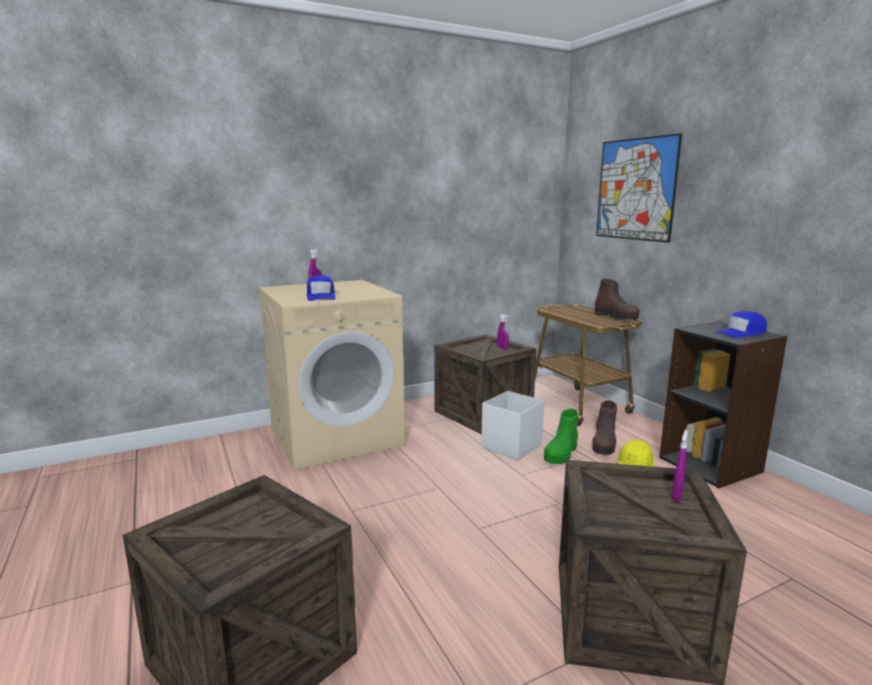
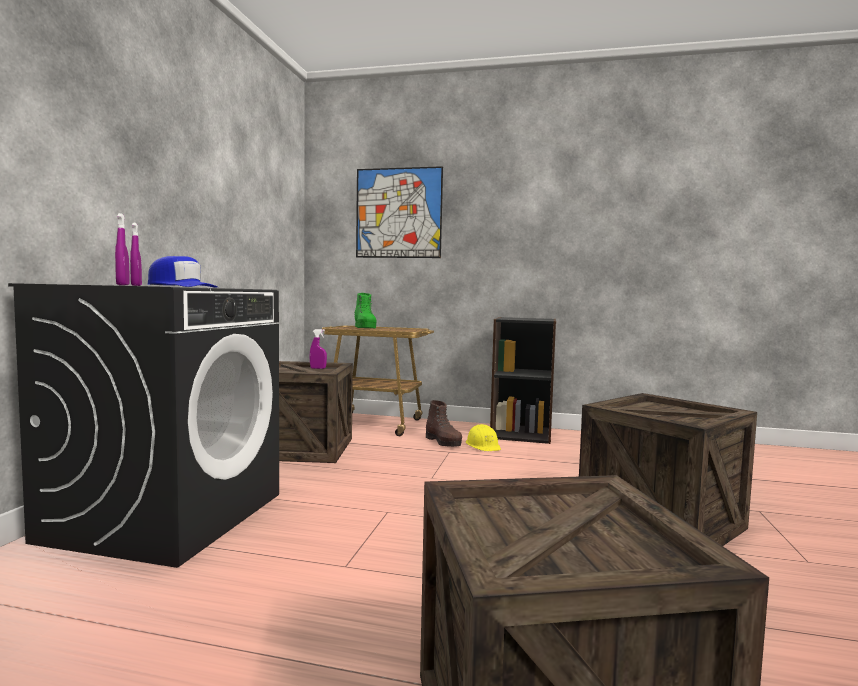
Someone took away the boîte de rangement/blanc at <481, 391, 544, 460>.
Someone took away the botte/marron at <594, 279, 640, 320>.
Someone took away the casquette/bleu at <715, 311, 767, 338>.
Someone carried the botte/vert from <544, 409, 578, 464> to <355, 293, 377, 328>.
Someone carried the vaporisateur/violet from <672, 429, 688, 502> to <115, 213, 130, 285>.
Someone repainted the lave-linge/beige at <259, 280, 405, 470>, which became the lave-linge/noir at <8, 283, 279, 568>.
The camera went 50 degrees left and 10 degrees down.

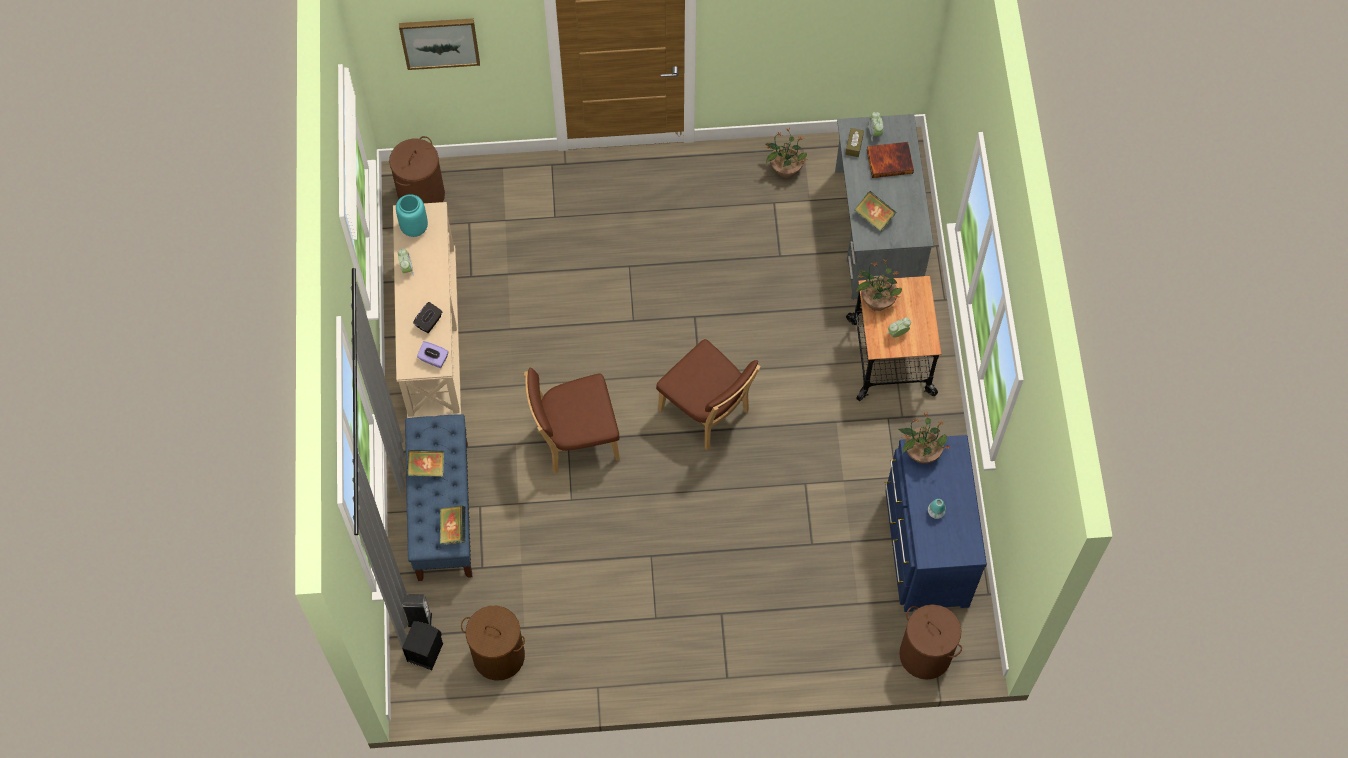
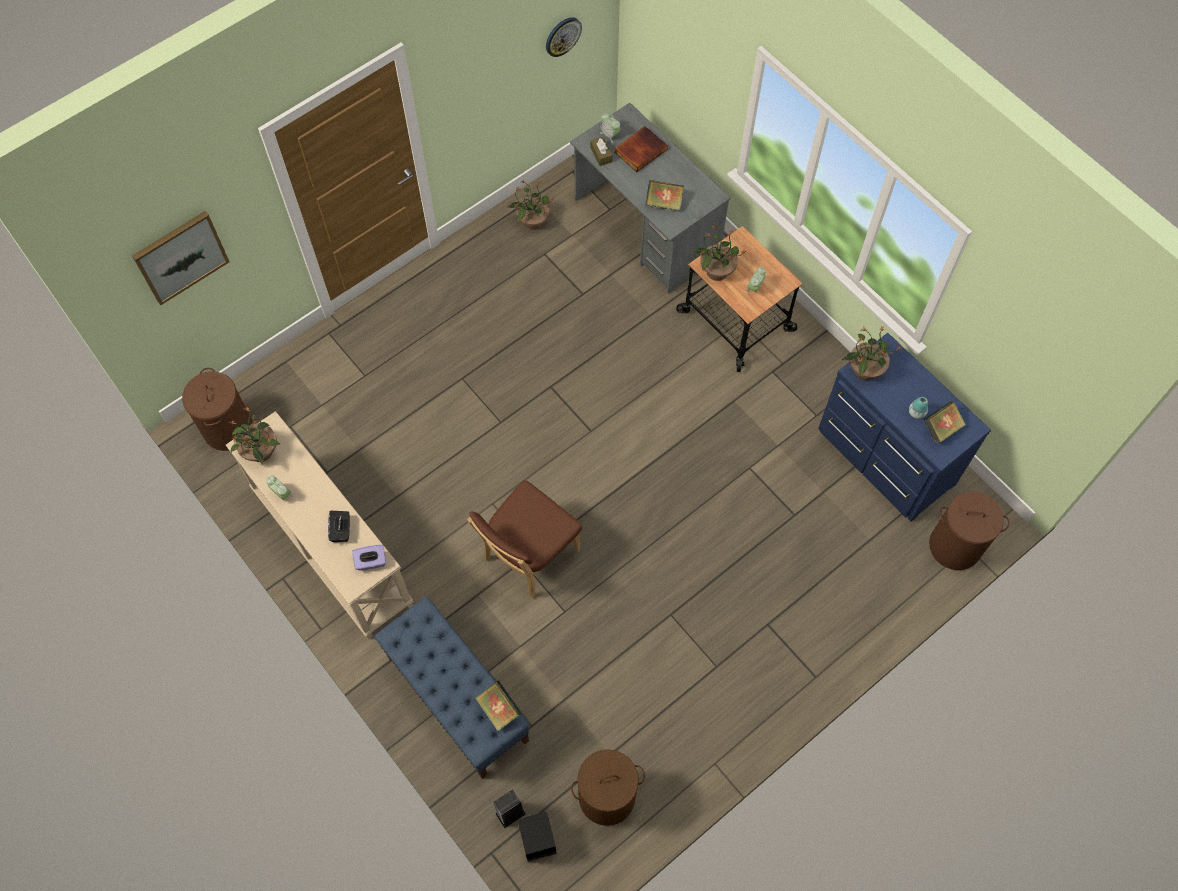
Someone took away the chaise/marron at <656, 339, 761, 451>.
Someone put up the horloge murale at <546, 17, 582, 57>.
Someone carried the livre from <407, 450, 444, 477> to <923, 401, 966, 444>.
Someone swapped the vase/turquoise at <396, 194, 428, 237> for the plante en pot at <229, 406, 280, 465>.
The camera went 35 degrees left and 0 degrees up.

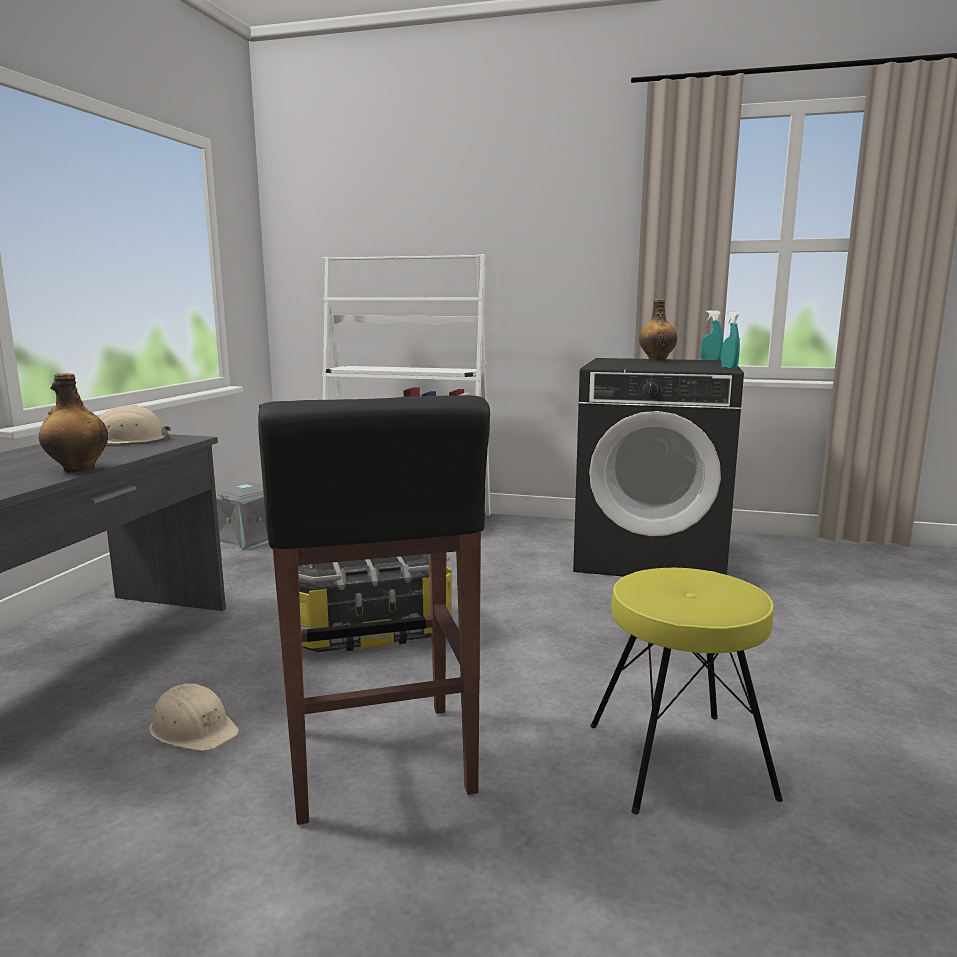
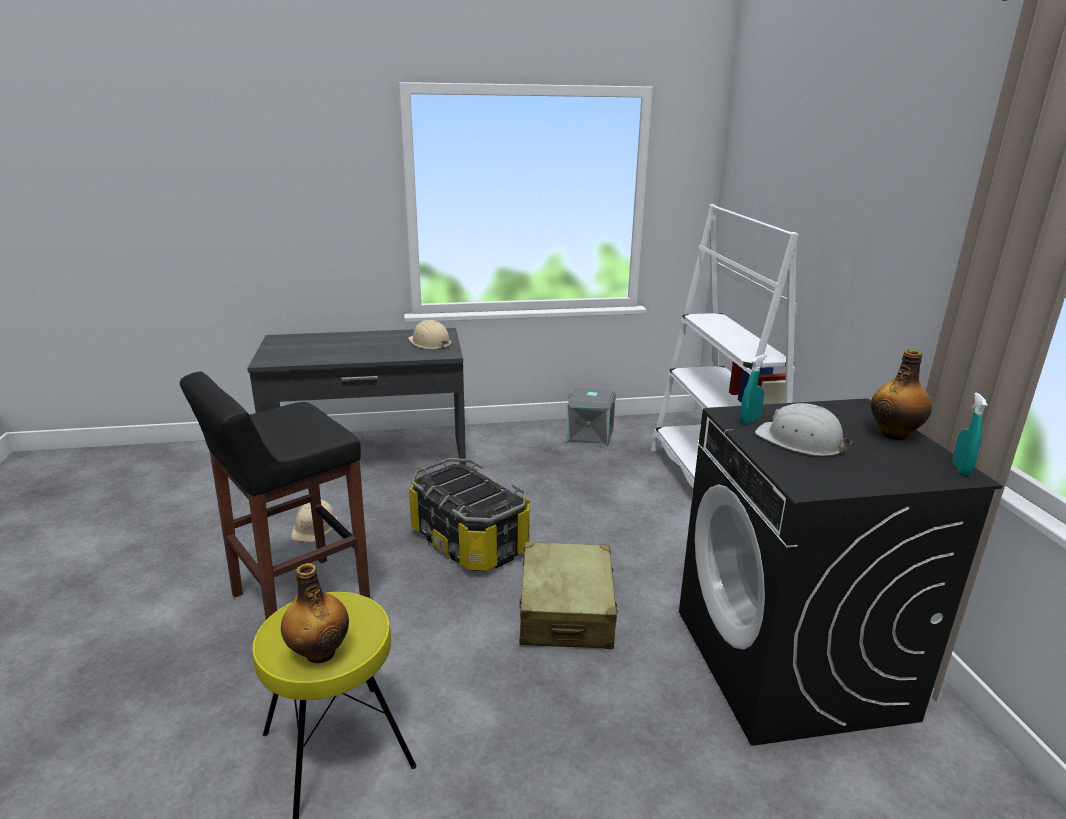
Someone put down the valise/beige at <519, 542, 618, 649>.
Someone put down the casque de chantier/blanc at <755, 403, 853, 456>.
Someone carried the bouteille from <39, 373, 108, 472> to <281, 563, 349, 663>.
Someone carried the vaporisateur/turquoise from <721, 311, 740, 369> to <740, 354, 767, 424>.
The camera went 65 degrees right and 10 degrees up.

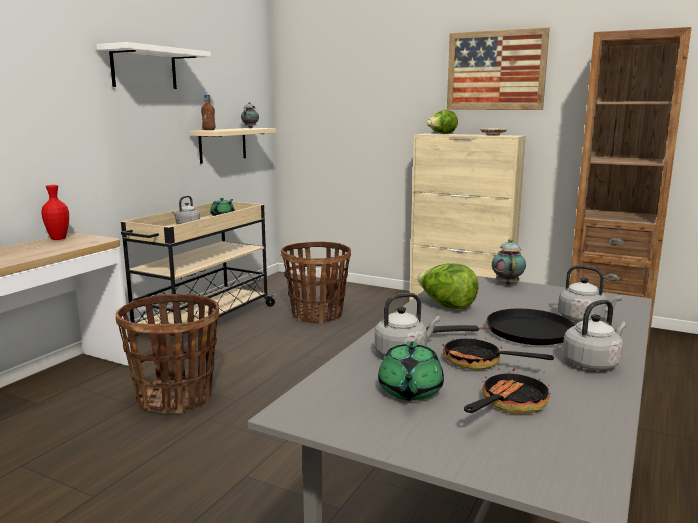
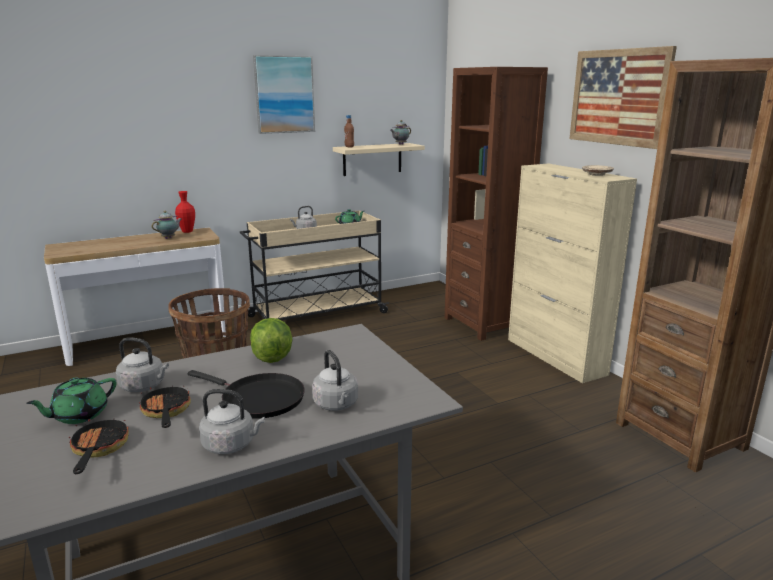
Someone took away the panier at <281, 242, 351, 324>.
Someone took away the laitue at <427, 110, 458, 134>.
Someone put down the bibliothèque/marron at <444, 67, 548, 341>.
Someone carried the théière from <492, 239, 526, 285> to <152, 211, 182, 239>.
Someone swapped the étagère/blanc at <96, 42, 211, 89> for the tableau at <253, 55, 315, 134>.
Someone rotated the poêle at <464, 368, 550, 414> by 90 degrees counterclockwise.
The camera went 35 degrees right and 5 degrees up.

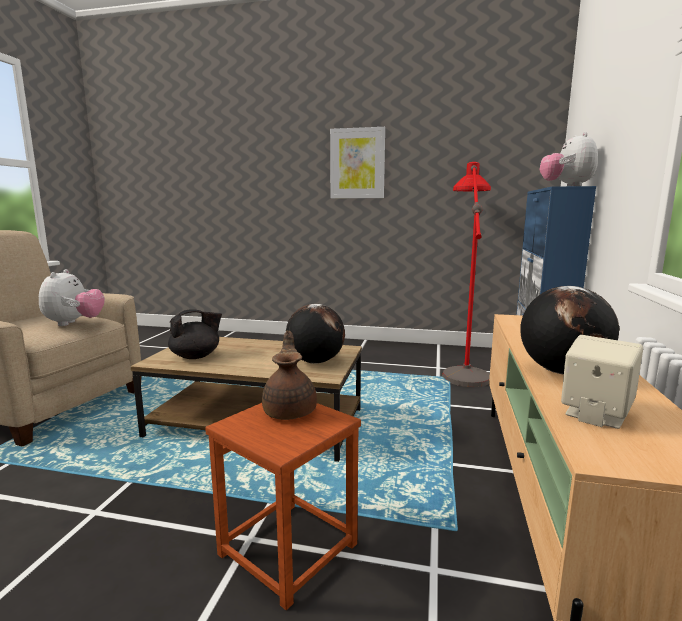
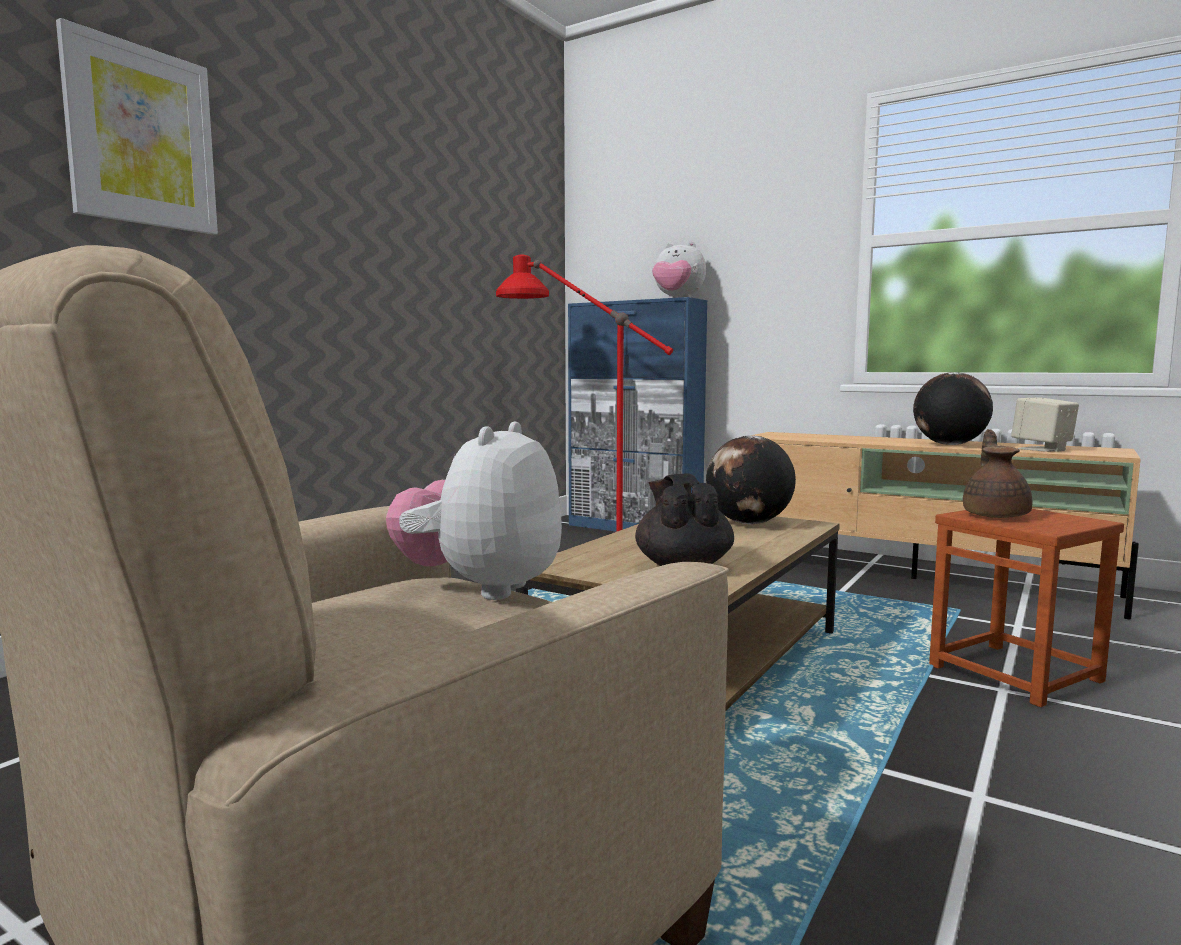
Someone carried the tableau from <330, 127, 385, 198> to <56, 18, 218, 235>.
Someone rotated the peluche at <39, 269, 105, 326> by 90 degrees counterclockwise.
Someone rotated the théière/marron at <262, 331, 317, 420> by 90 degrees clockwise.
The camera went 70 degrees left and 5 degrees down.

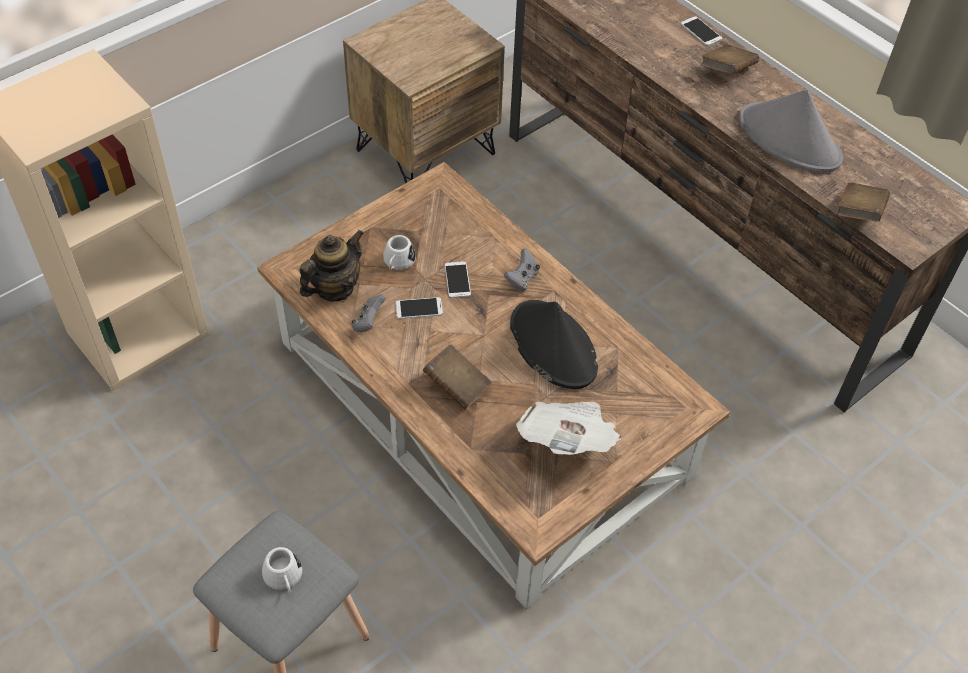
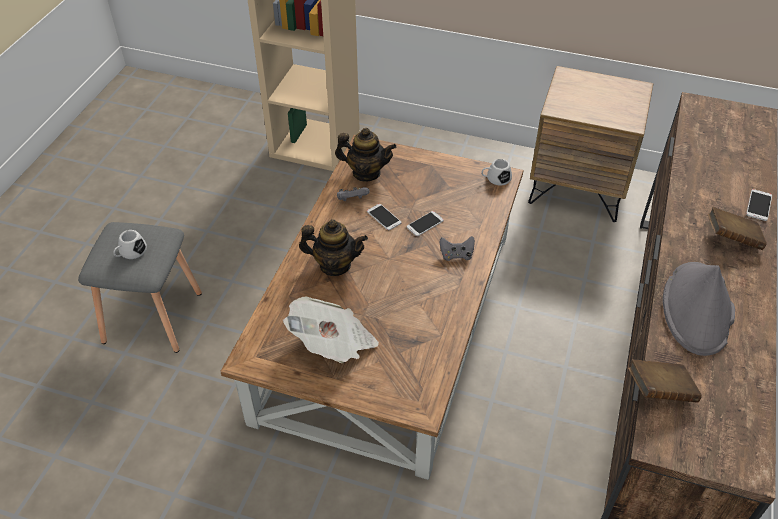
Someone took away the chapeau/noir at <510, 300, 598, 389>.
Someone carried the mug/blanc from <383, 235, 416, 270> to <481, 159, 512, 185>.
Someone swapped the livre/marron at <423, 344, 492, 409> for the théière at <299, 219, 368, 276>.
The camera went 60 degrees right and 5 degrees down.

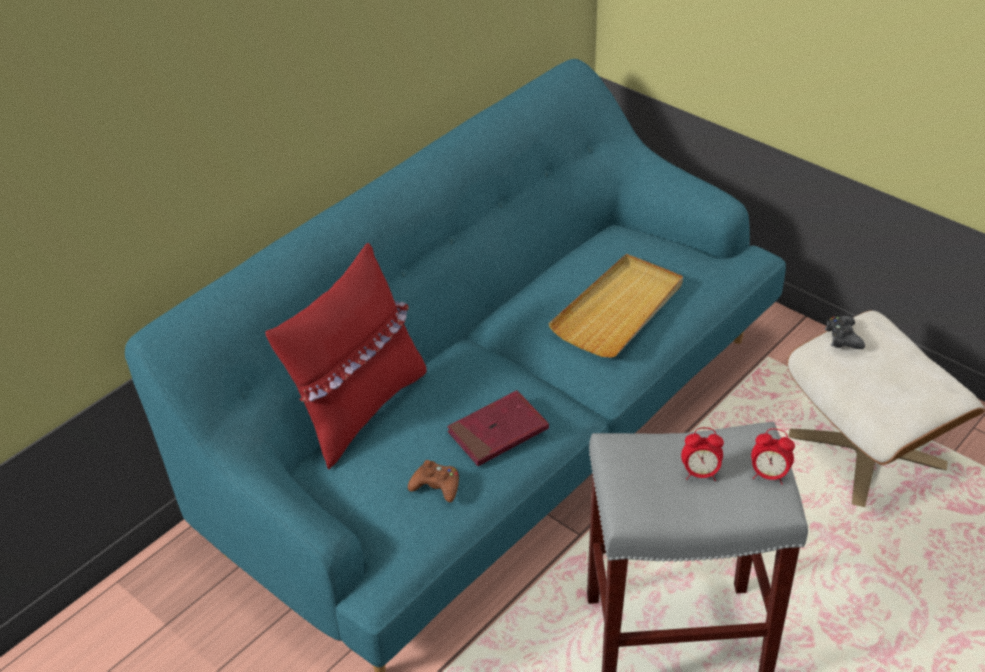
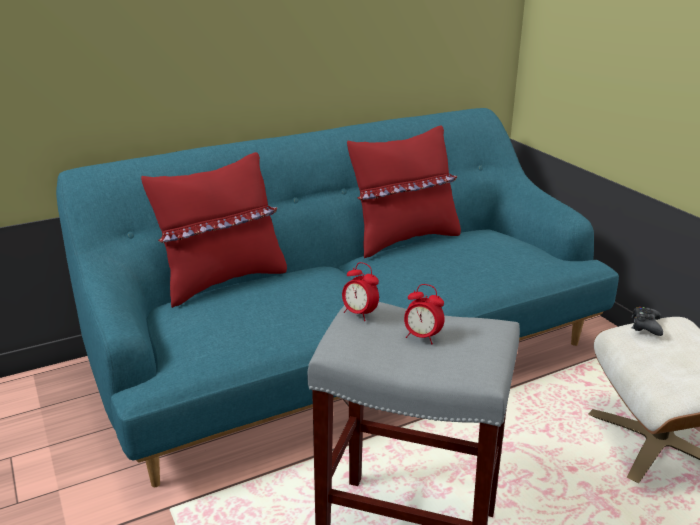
Someone took away the manette/marron at <408, 460, 459, 502>.
Someone took away the livre/rouge at <447, 390, 549, 466>.
Someone took away the plateau/beige at <548, 254, 683, 358>.
Someone put down the coussin/rouge at <347, 126, 461, 258>.
Someone carried the réveil from <751, 428, 795, 485> to <342, 262, 379, 321>.
The camera went 20 degrees right and 15 degrees down.

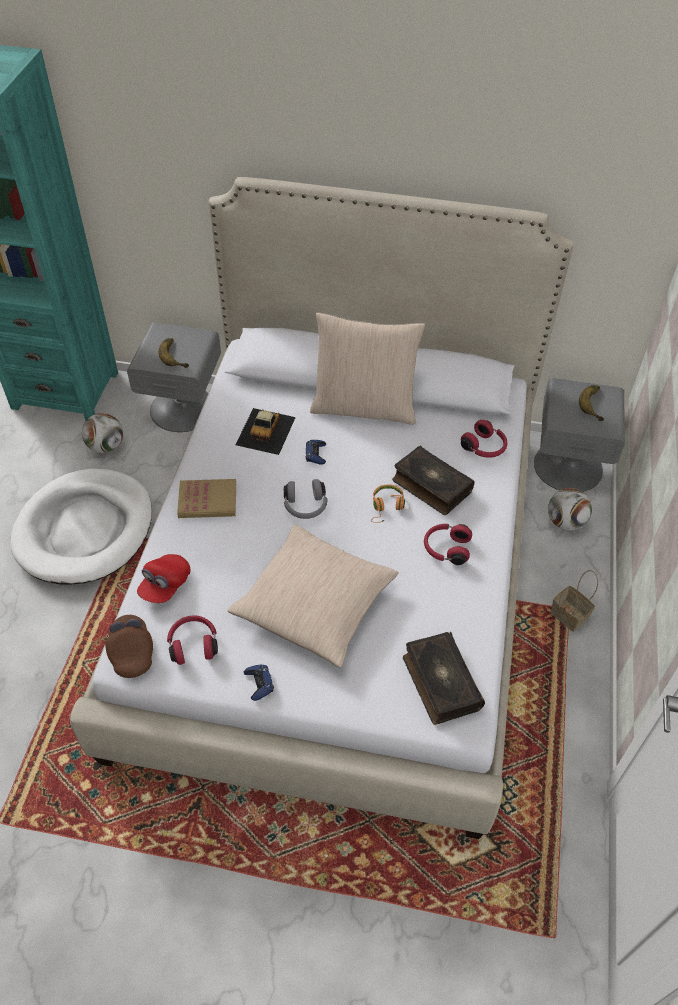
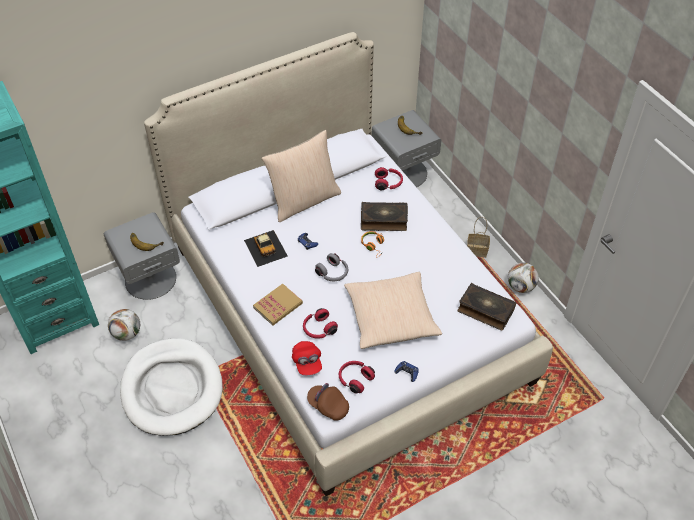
Someone carried the casque audio/rouge from <424, 524, 472, 565> to <303, 308, 338, 339>.
Someone carried the ballon de foot from <548, 488, 592, 531> to <508, 263, 539, 293>.
The camera went 40 degrees left and 0 degrees up.

